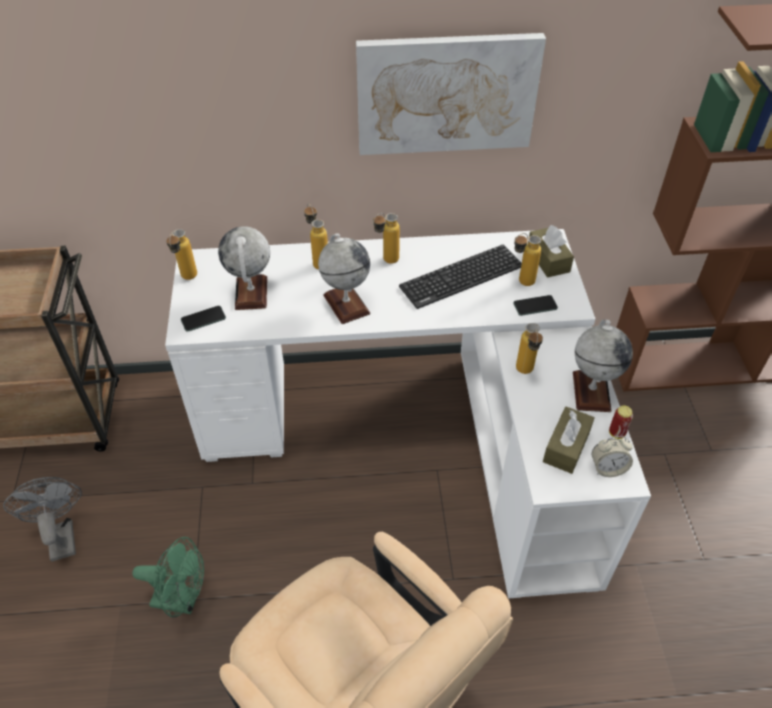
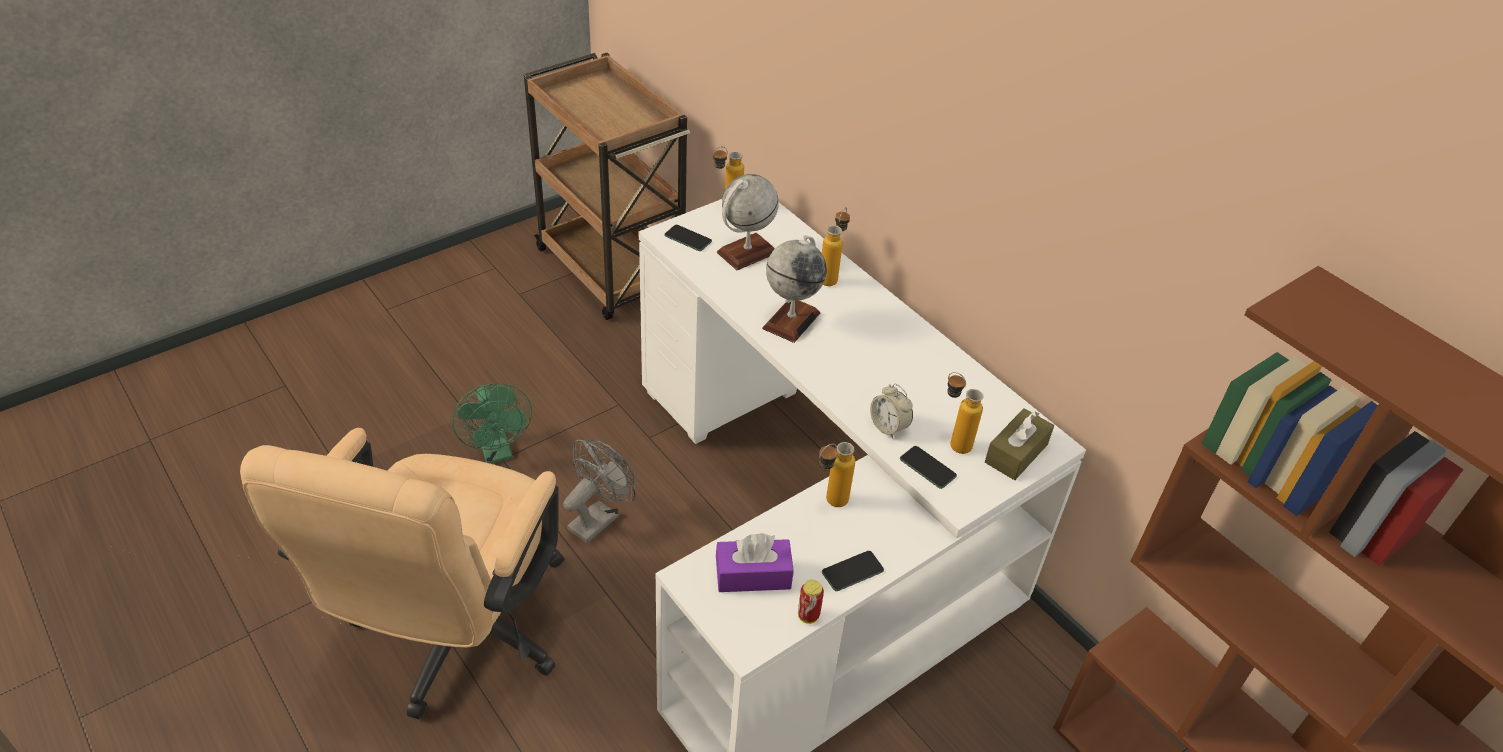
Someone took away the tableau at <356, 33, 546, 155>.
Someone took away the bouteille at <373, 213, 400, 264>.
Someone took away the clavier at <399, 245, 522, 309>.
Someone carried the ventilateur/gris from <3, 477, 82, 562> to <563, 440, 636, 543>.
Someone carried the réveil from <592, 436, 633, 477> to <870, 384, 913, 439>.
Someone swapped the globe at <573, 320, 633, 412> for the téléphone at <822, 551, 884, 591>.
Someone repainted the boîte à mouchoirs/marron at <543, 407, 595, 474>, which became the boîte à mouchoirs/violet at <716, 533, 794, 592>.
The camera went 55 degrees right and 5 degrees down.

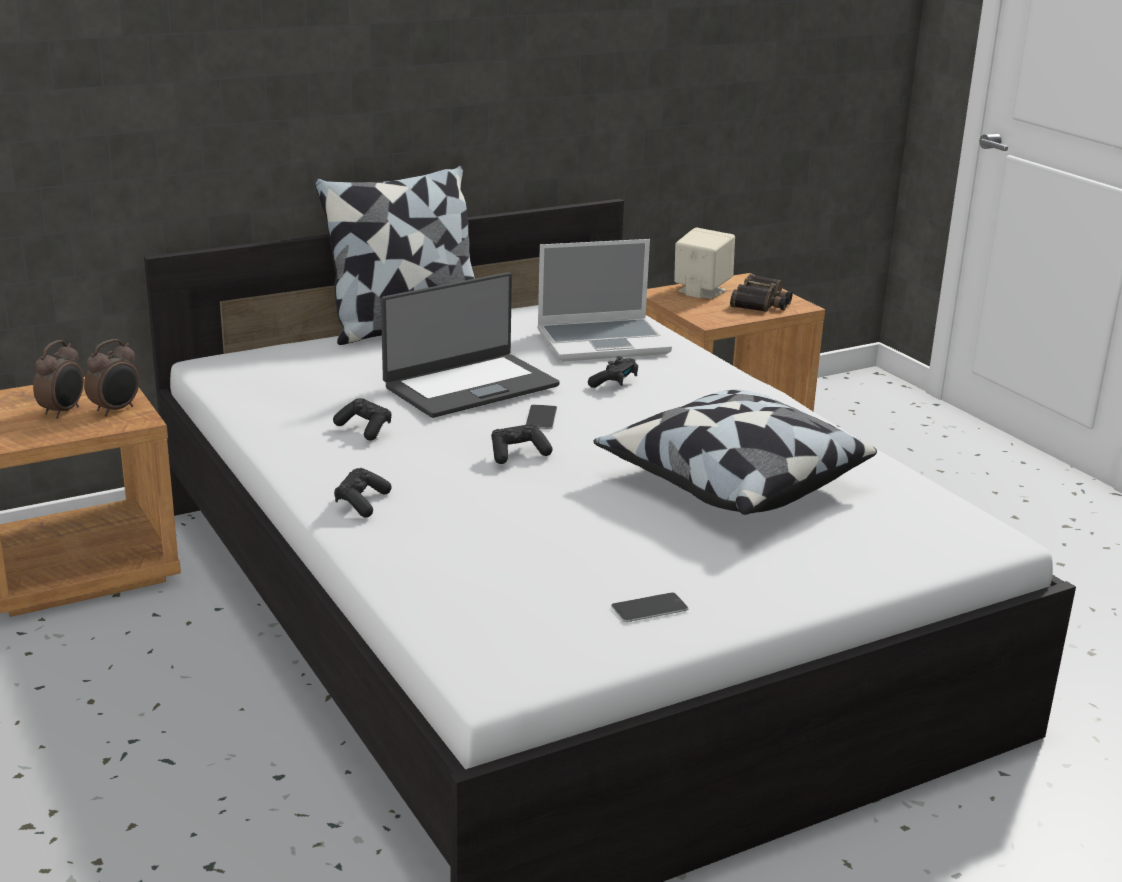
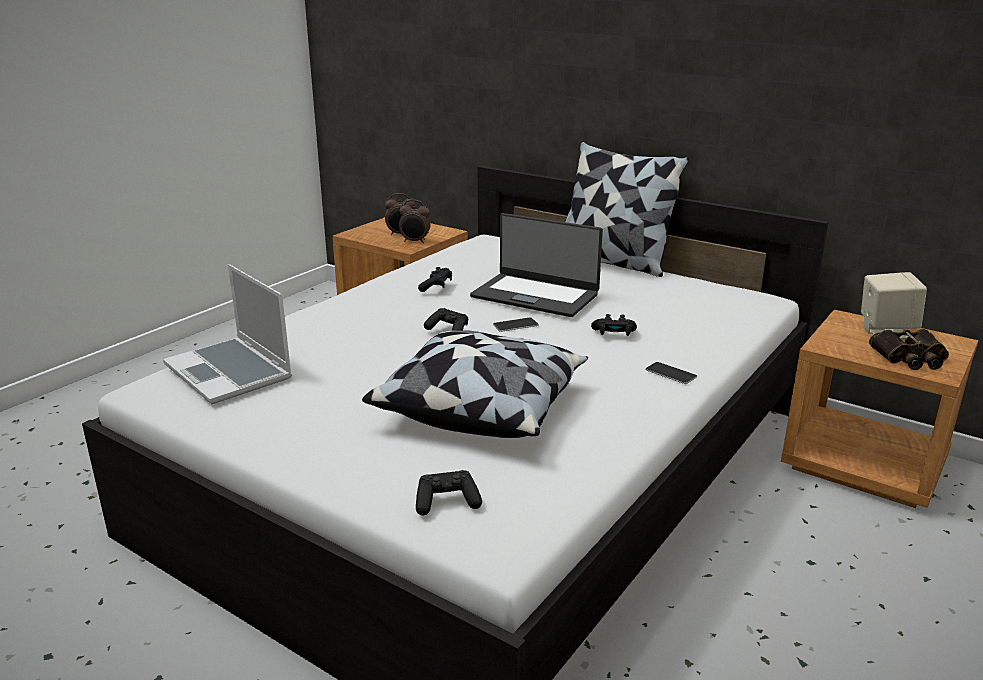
Someone carried the manette/noir from <334, 468, 392, 518> to <416, 470, 482, 516>.
Someone carried the ordinateur portable from <537, 239, 672, 362> to <163, 264, 292, 404>.
Someone carried the téléphone from <611, 592, 689, 622> to <645, 362, 697, 384>.
The camera went 65 degrees right and 0 degrees up.

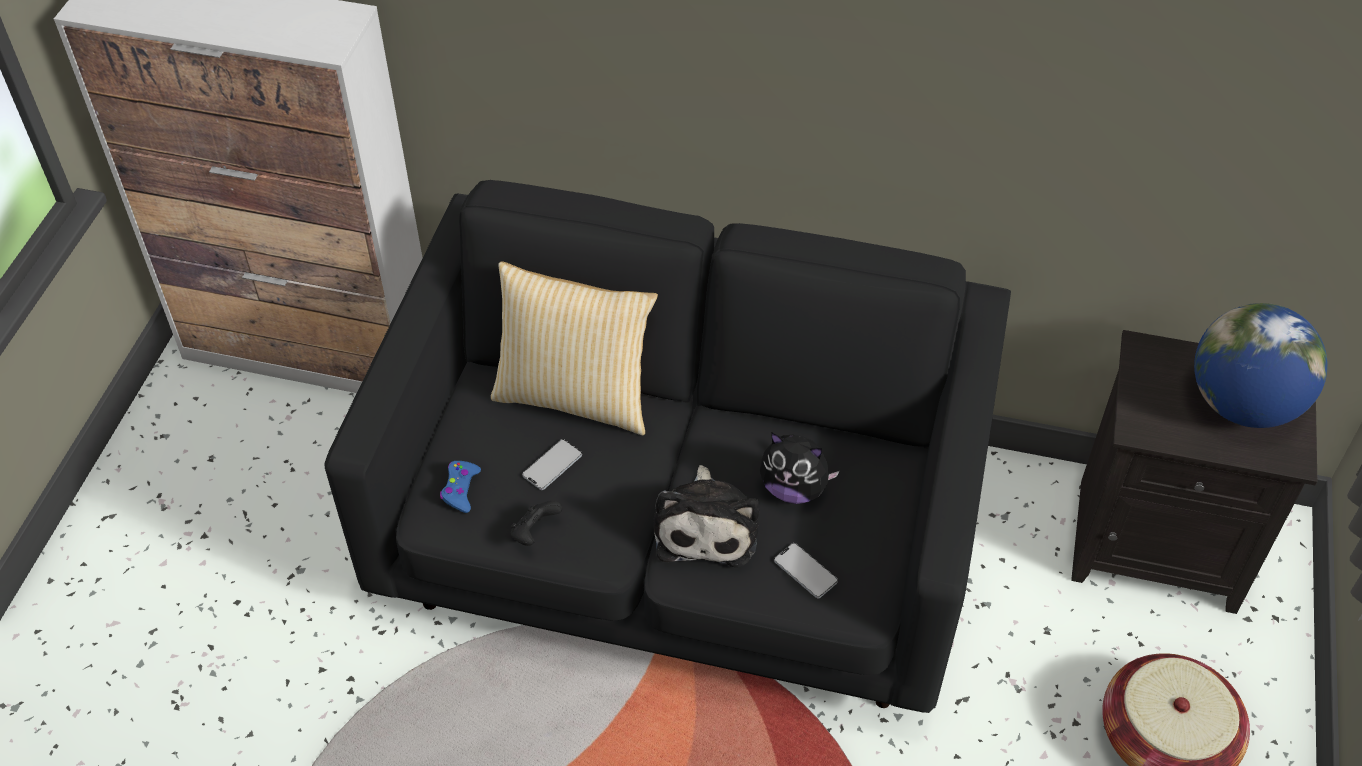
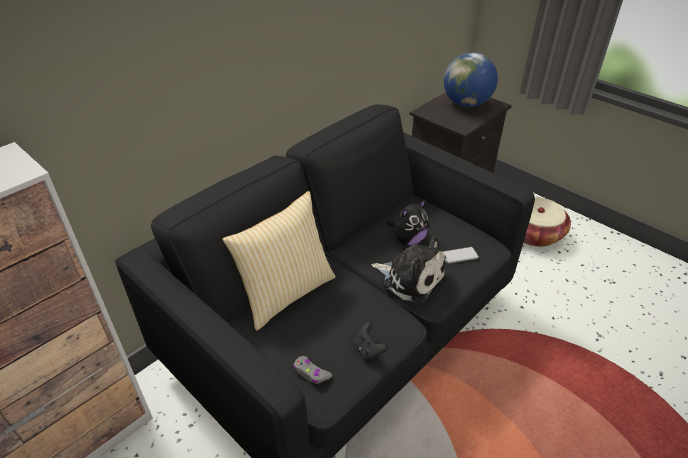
Someone took away the téléphone at <522, 439, 582, 490>.
Someone repainted the manette/bleu at <440, 461, 481, 513>, which became the manette/gris at <293, 356, 332, 384>.
The camera went 60 degrees left and 10 degrees down.

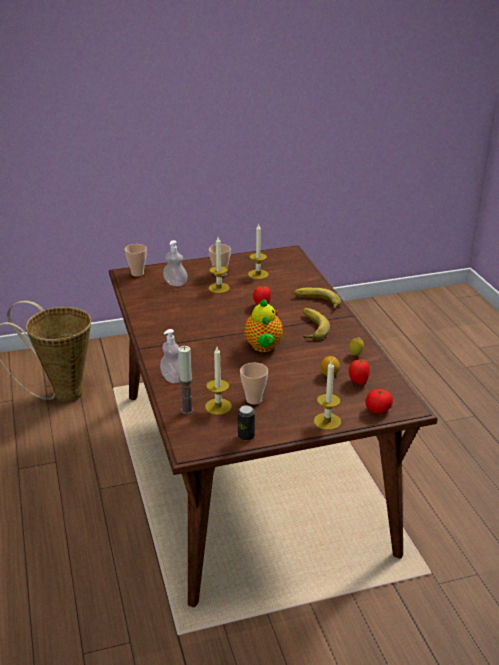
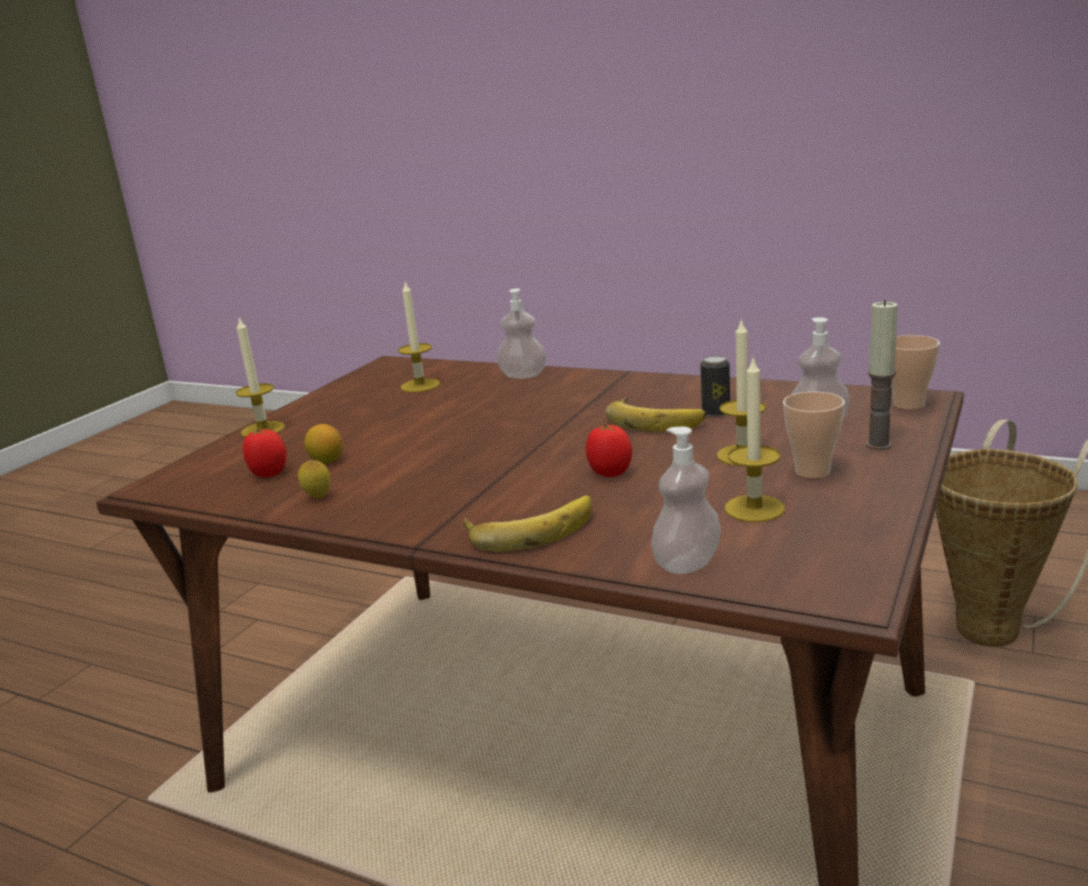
Someone took away the tasse at <240, 363, 268, 405>.
Someone took away the théière at <244, 299, 283, 352>.
Someone took away the tomate at <365, 389, 393, 414>.
Someone put down the distributeur de savon at <651, 427, 721, 574>.
Someone carried the bougie from <178, 346, 194, 415> to <866, 300, 898, 450>.
Someone carried the boîte métallique from <238, 405, 255, 441> to <700, 356, 730, 417>.
Someone carried the banane from <303, 308, 330, 339> to <605, 397, 706, 432>.
The camera went 135 degrees right and 10 degrees down.

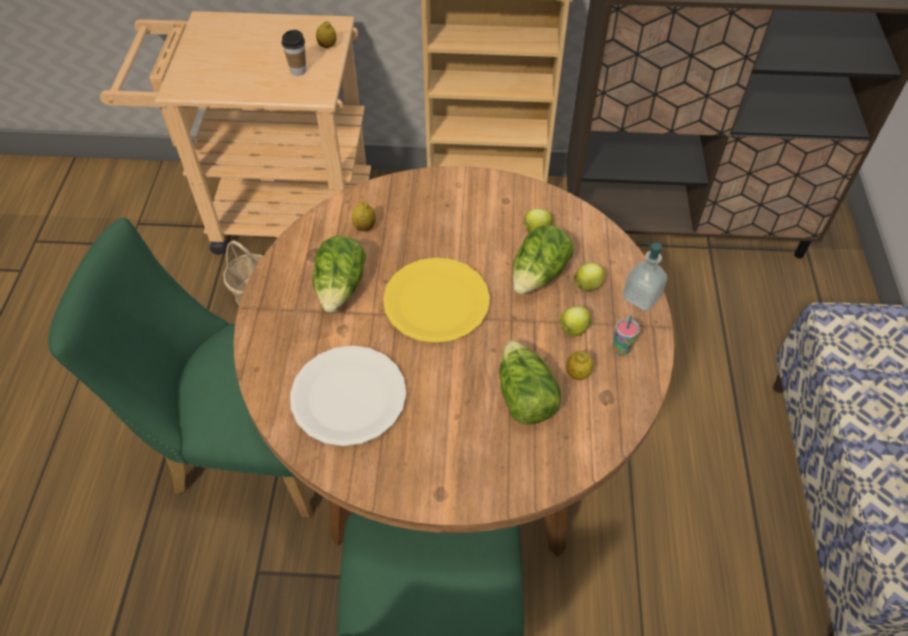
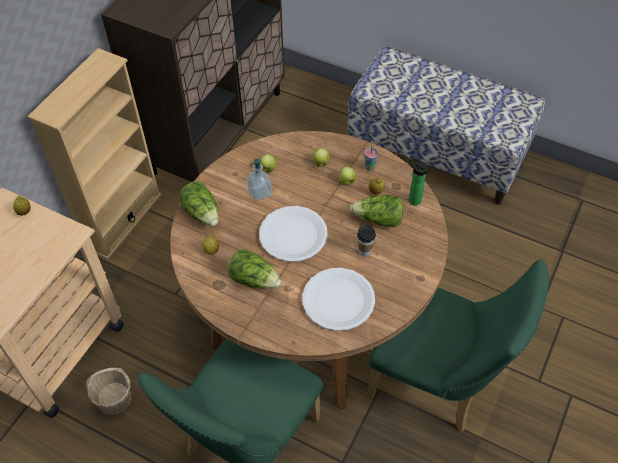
Someone put down the bouteille at <409, 157, 428, 206>.
Someone carried the tasse from <282, 30, 306, 76> to <357, 225, 376, 256>.
Someone carried the laitue from <513, 225, 574, 294> to <179, 181, 218, 226>.
Someone carried the distributeur de savon from <623, 242, 667, 311> to <247, 159, 272, 201>.
Someone repainted the assiette/jaune at <383, 257, 490, 343>, which became the assiette/blanc at <259, 206, 328, 262>.
The camera went 65 degrees left and 0 degrees up.

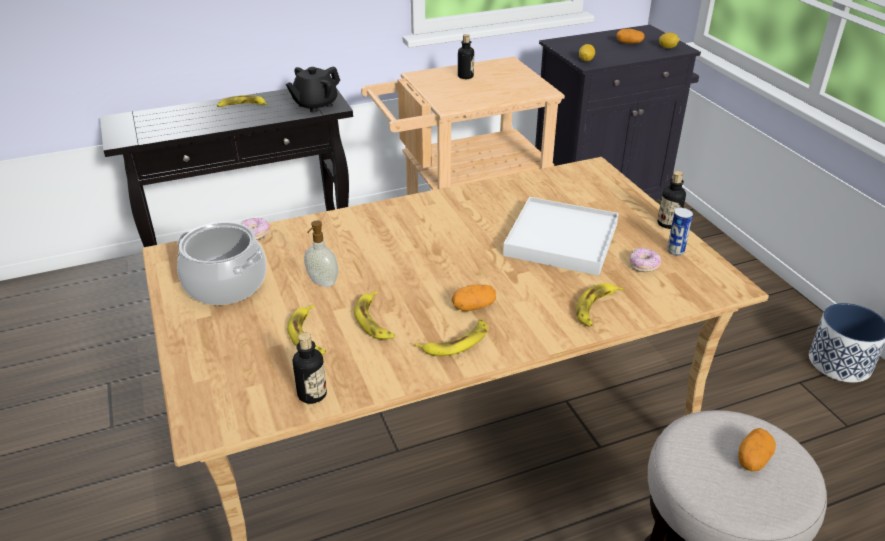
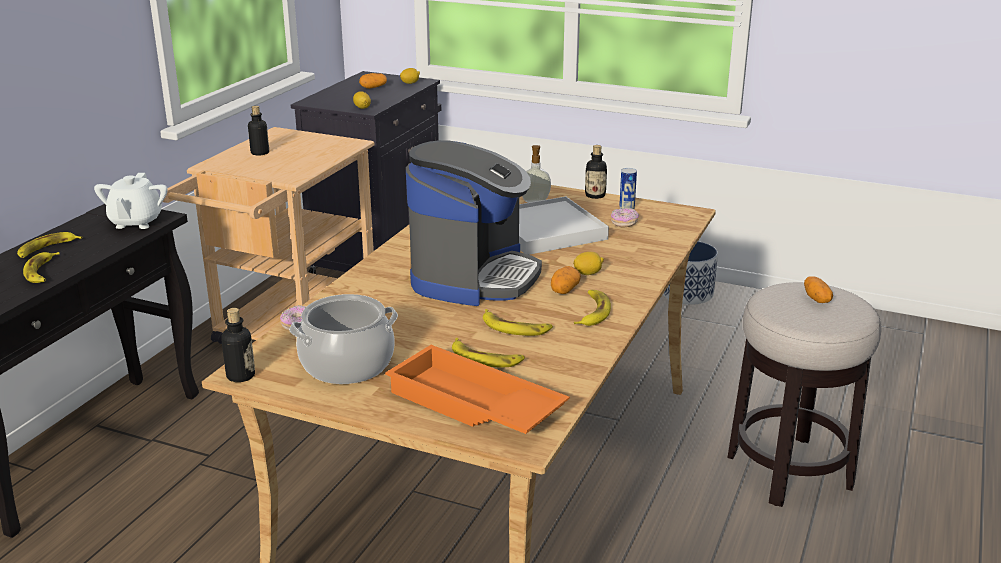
Someone put down the plateau/orange at <385, 345, 570, 434>.
Someone put down the machine à café at <406, 140, 542, 306>.
Someone put down the citron at <573, 252, 604, 275>.
Someone carried the bouteille from <293, 333, 327, 404> to <221, 308, 255, 382>.
Someone carried the distributeur de savon from <304, 220, 338, 287> to <522, 145, 551, 203>.
Someone carried the banane from <576, 283, 624, 327> to <23, 252, 59, 283>.
Someone repainted the théière/noir at <286, 67, 340, 112>, which became the théière/blanc at <94, 173, 168, 229>.
The camera went 45 degrees left and 10 degrees down.

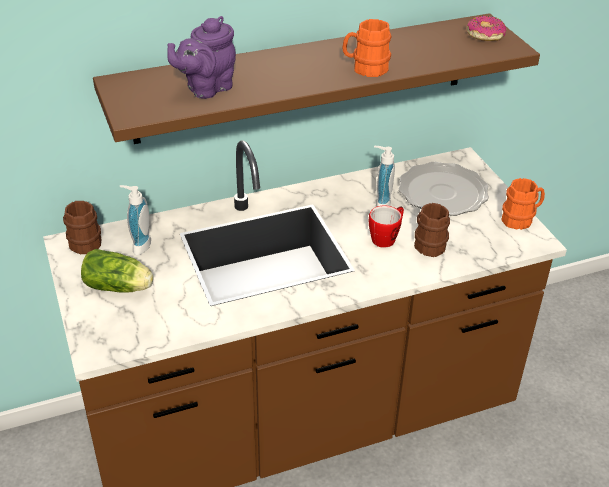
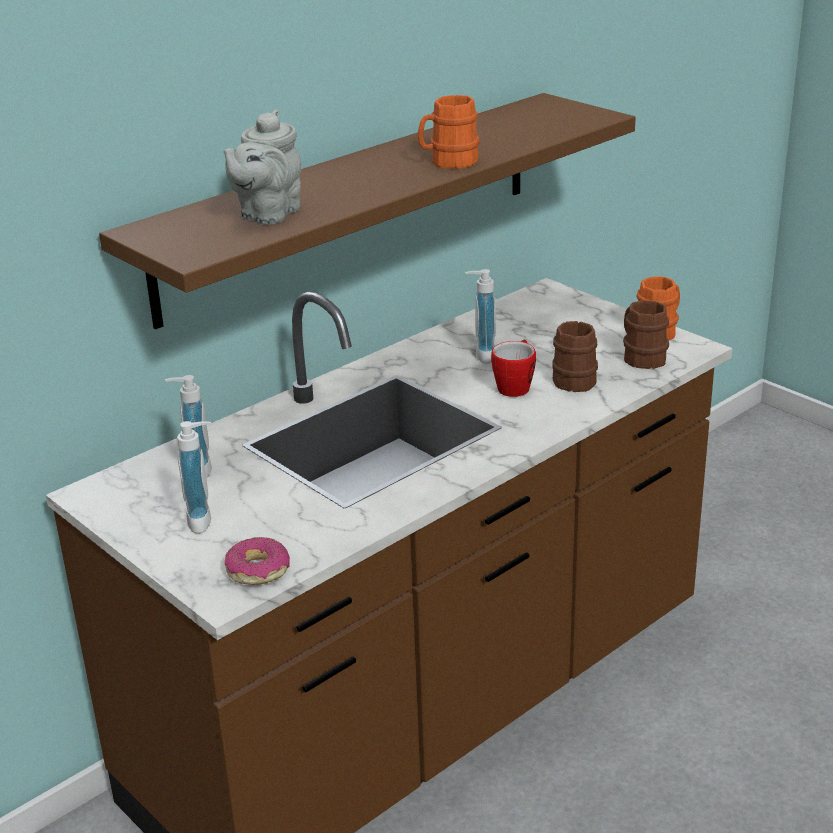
Someone took away the assiette at <399, 162, 489, 216>.
Someone carried the mug/marron from <63, 201, 101, 254> to <623, 300, 669, 369>.
Someone carried the beignet from <467, 16, 506, 41> to <224, 537, 290, 585>.
Someone swapped the laitue at <81, 249, 153, 293> for the distributeur de savon at <177, 421, 211, 534>.
Someone repainted the théière/violet at <167, 16, 236, 99>, which became the théière/gris at <224, 110, 301, 224>.
The camera went 20 degrees left and 10 degrees down.

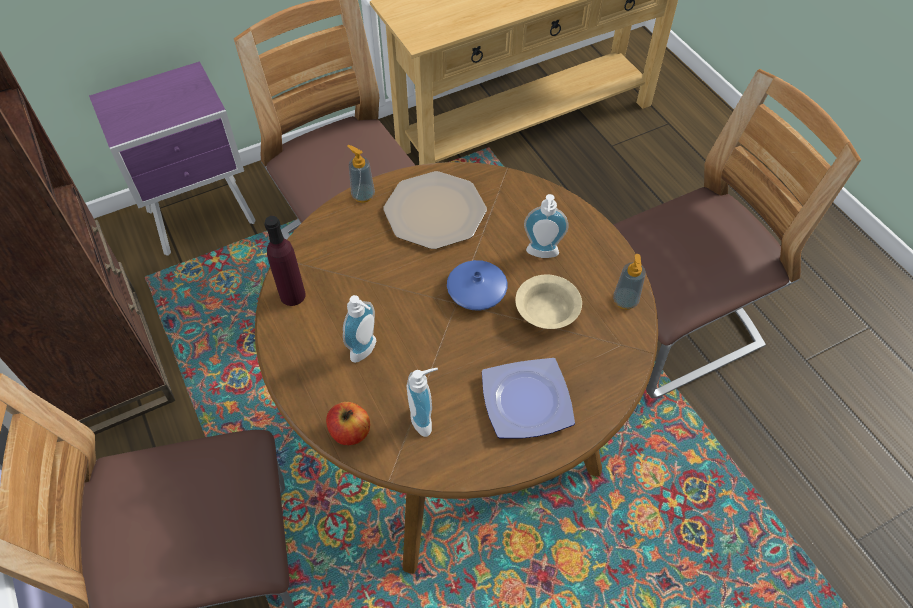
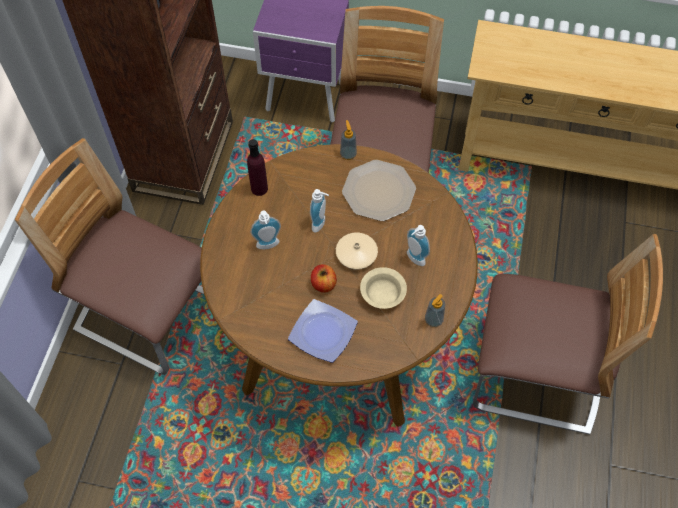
Someone carried the pomme from <326, 402, 370, 445> to <311, 264, 337, 293>.
Someone carried the distributeur de savon from <407, 368, 438, 437> to <310, 189, 329, 233>.
Someone repainted the vase/bleu at <447, 260, 507, 311>, which became the vase/beige at <336, 232, 378, 270>.
The camera went 40 degrees right and 5 degrees up.

